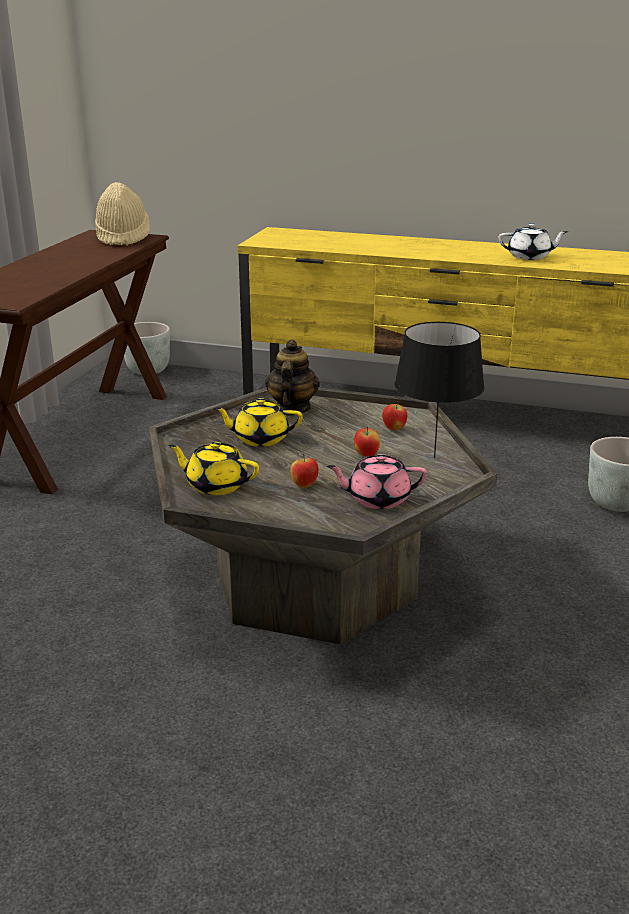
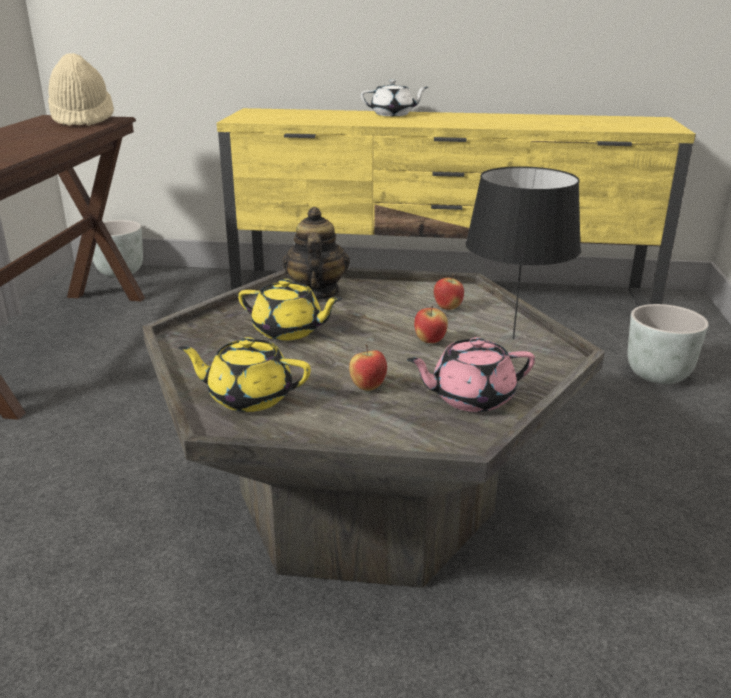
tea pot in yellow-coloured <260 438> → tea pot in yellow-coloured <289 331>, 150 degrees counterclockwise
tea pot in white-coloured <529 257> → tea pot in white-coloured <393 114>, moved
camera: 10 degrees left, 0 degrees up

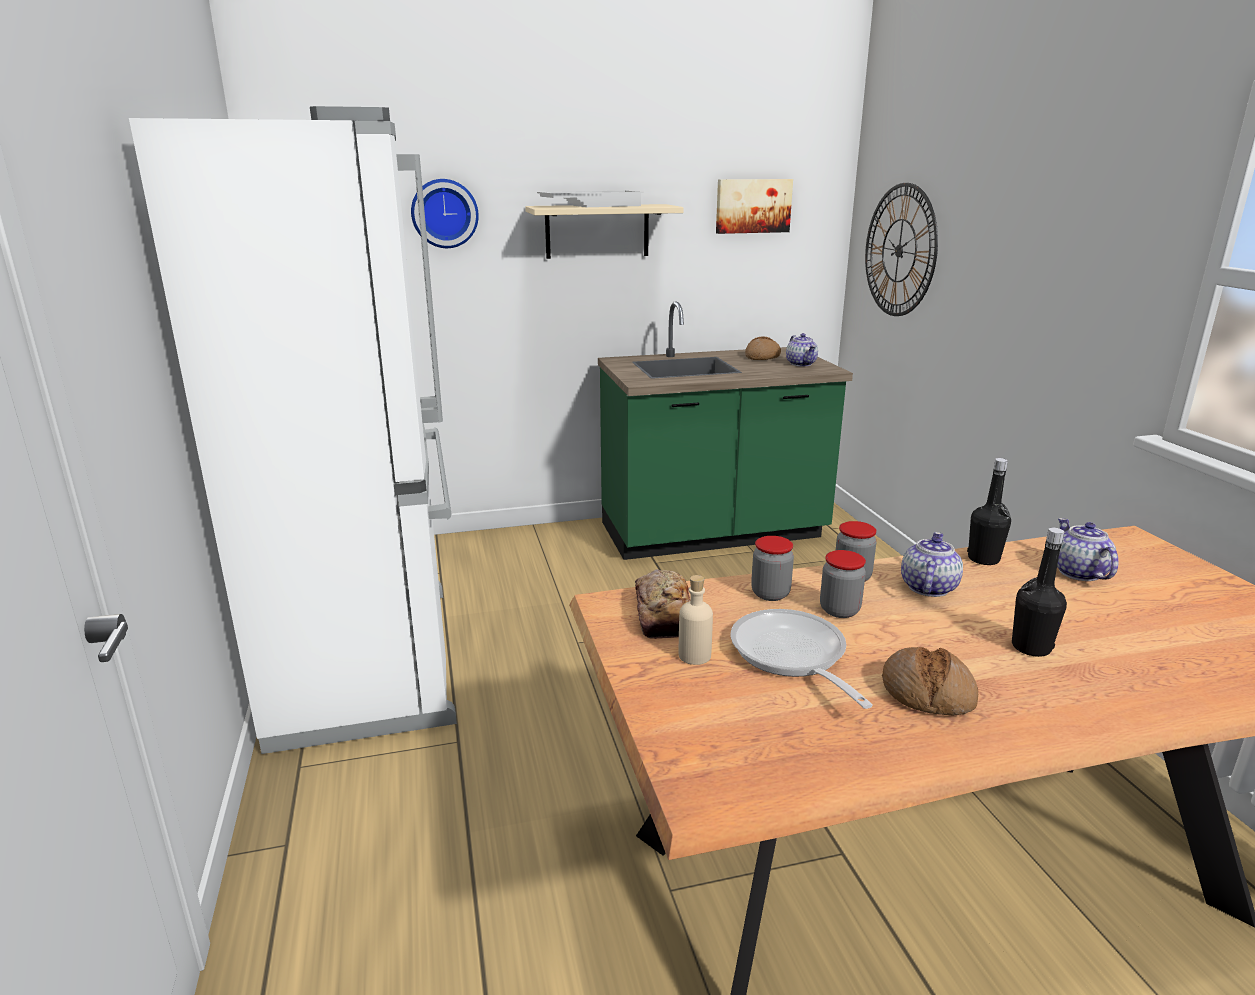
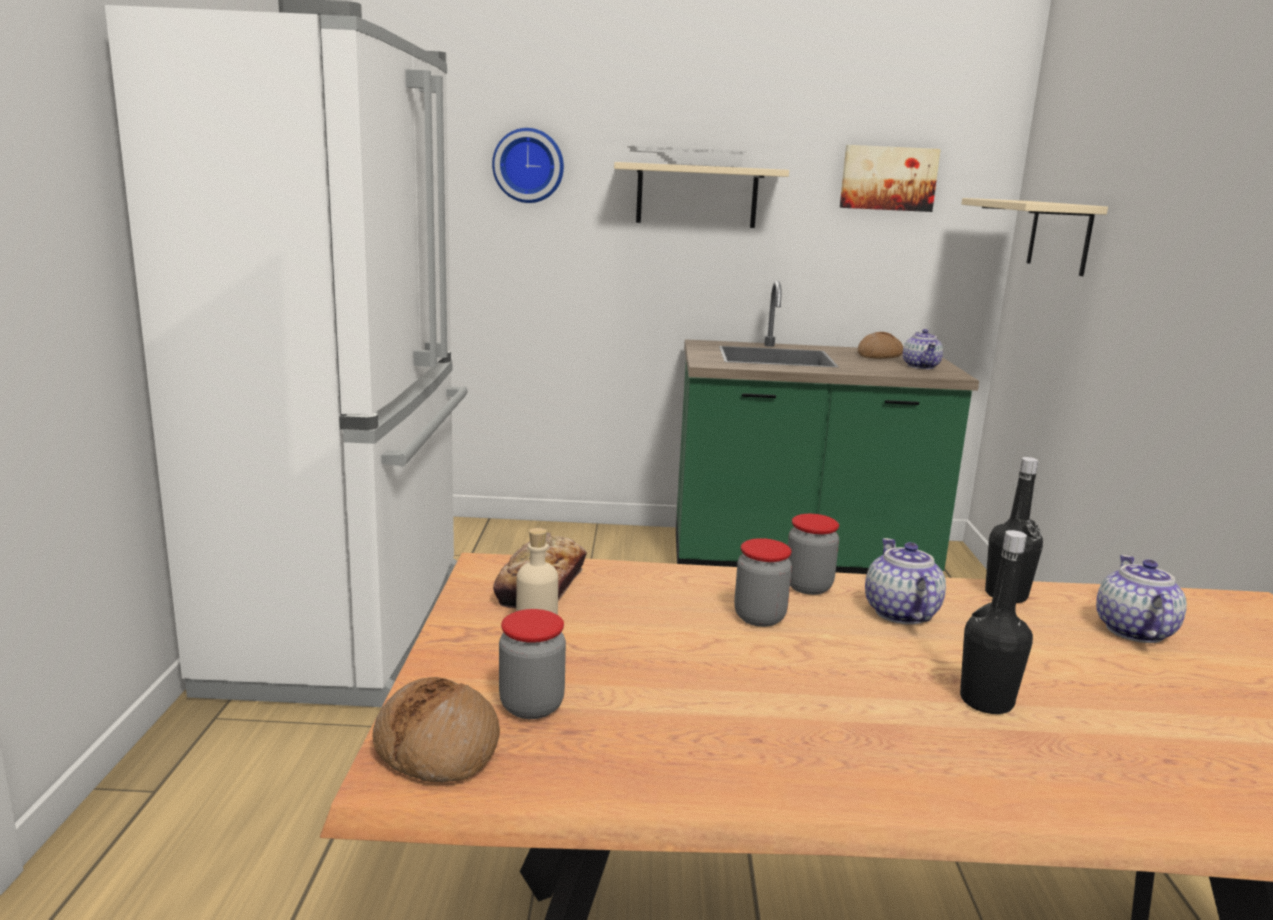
pan <792 657> → -
preserve jar <770 594> → preserve jar <531 706>, moved
hanging clock <899 250> → shelf in sand-coloured <1059 236>
baked bread <927 693> → baked bread <438 747>, moved
tea pot <927 587> → tea pot <899 612>, 45 degrees counterclockwise
camera: 15 degrees right, 5 degrees down

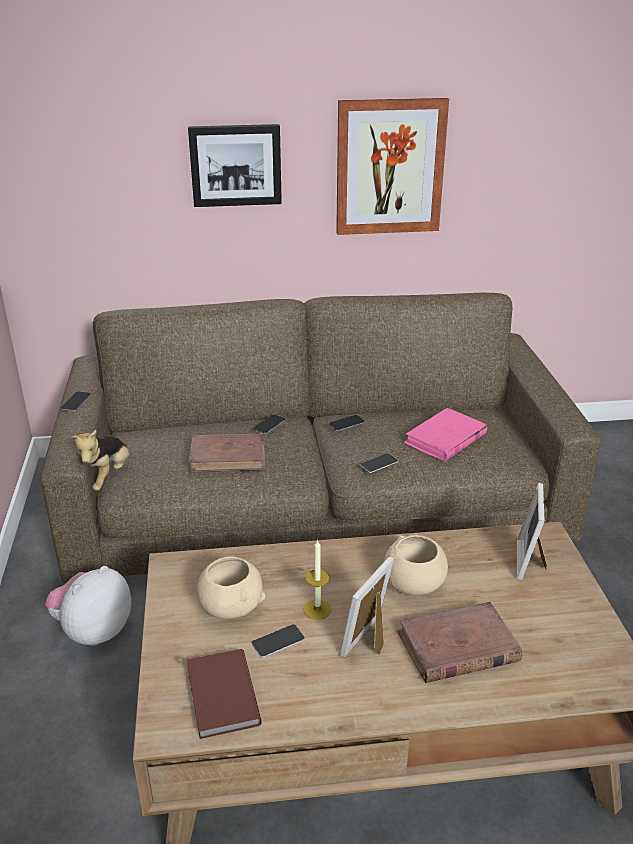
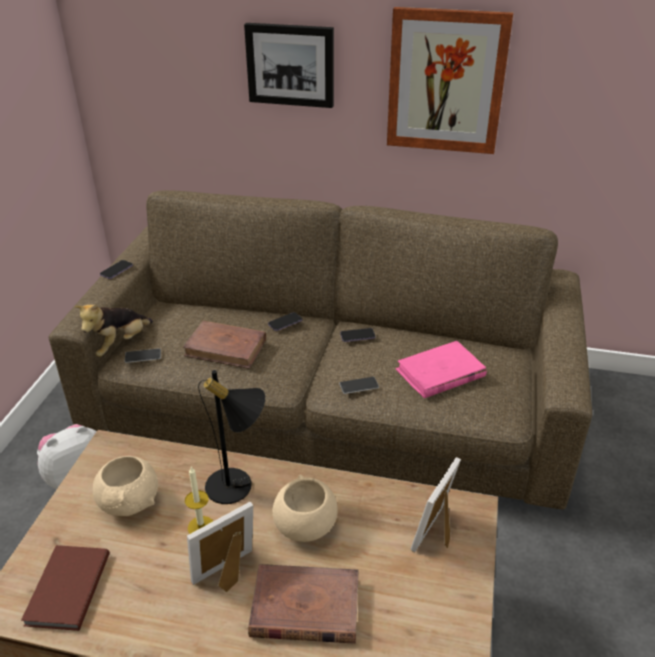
phone <278 641> → phone <143 356>, moved
- → tabletop lamp in black <237 487>
camera: 20 degrees right, 5 degrees up

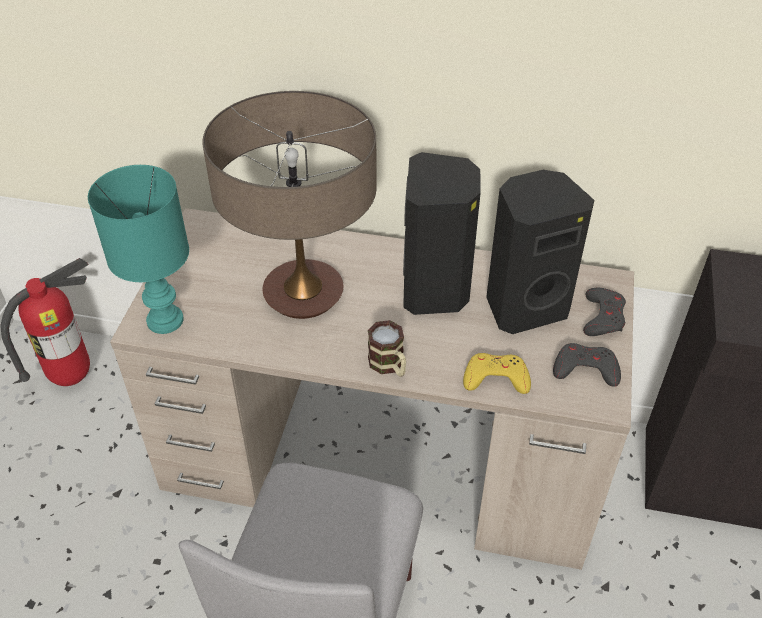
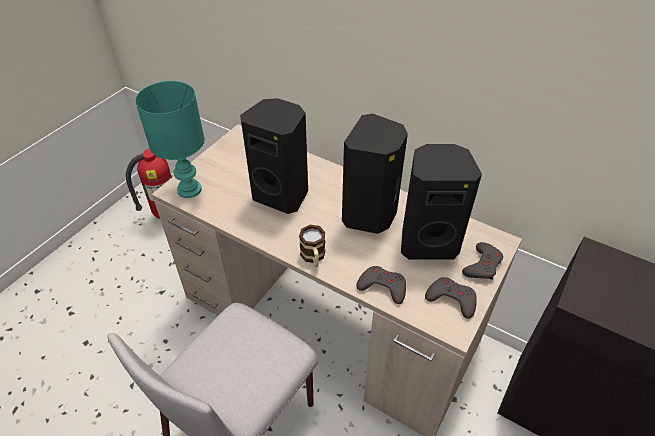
tabletop lamp <303 293> → speaker in black <282 195>
gamepad in yellow-coloured <495 378> → gamepad in grey <382 287>
camera: 20 degrees right, 0 degrees up

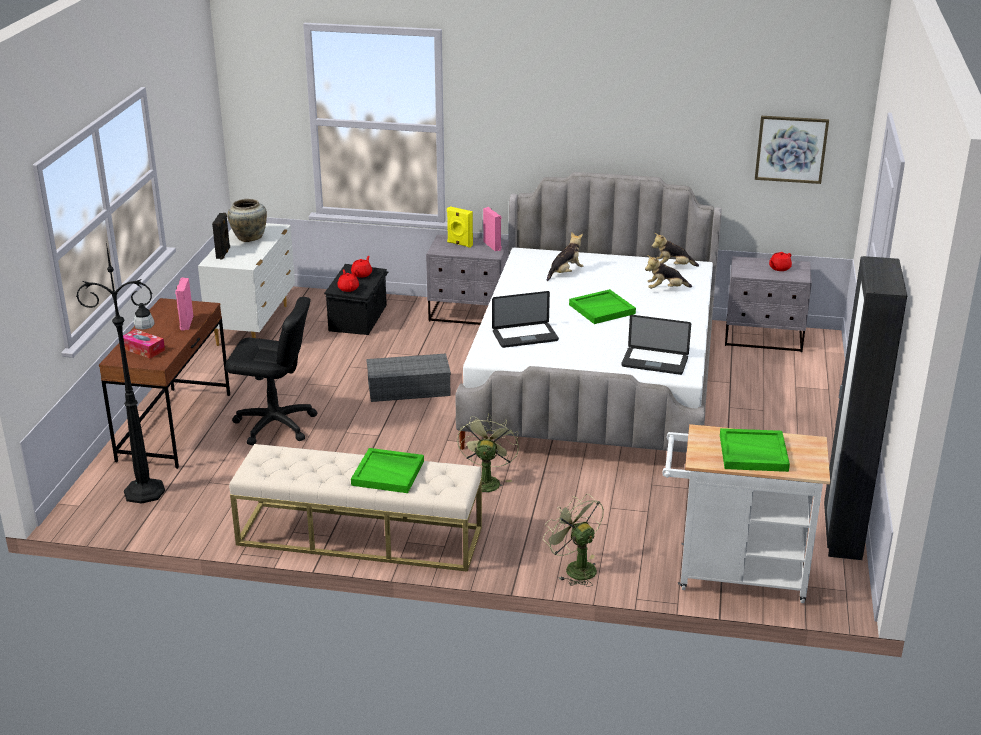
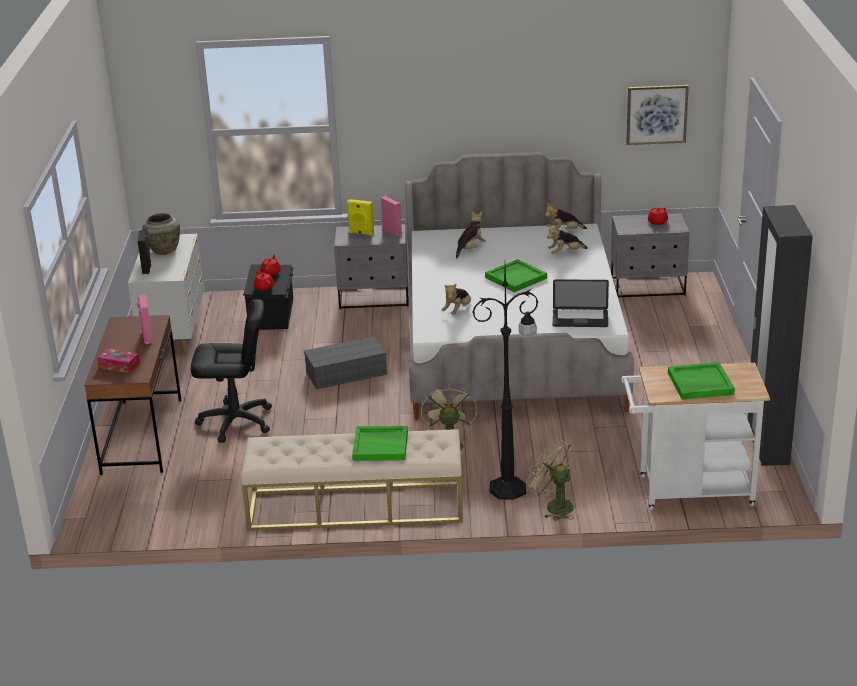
floor lamp in black <147 492> → floor lamp in black <510 488>, moved
laptop <525 336> → plush toy <457 311>
camera: 10 degrees left, 0 degrees up

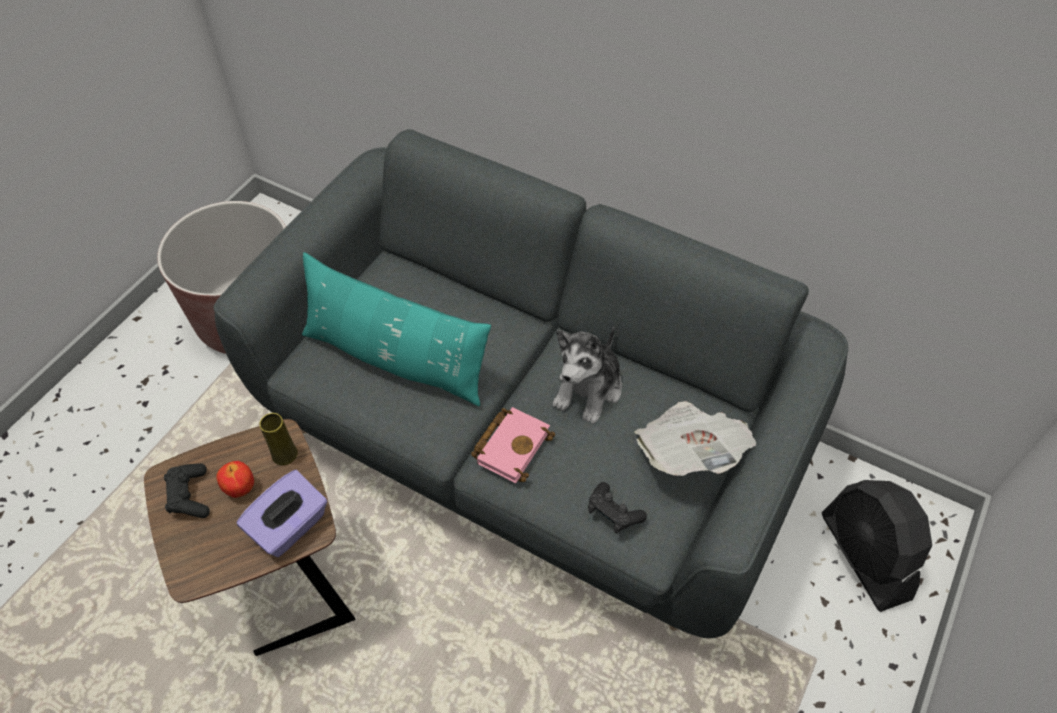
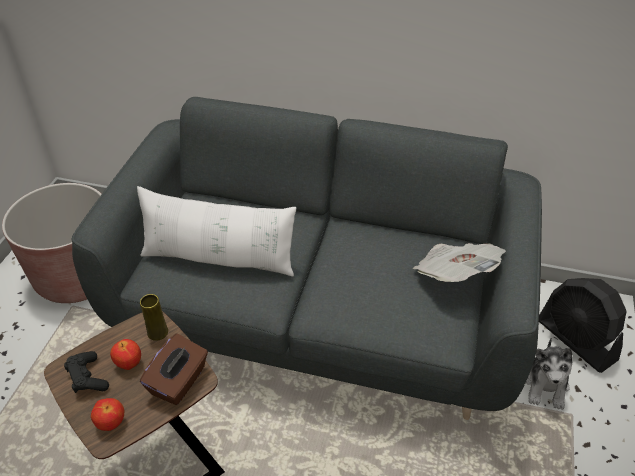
box of tissues in purplish <290 526> → box of tissues in brownish <179 381>
throw pillow in blue-green <395 359> → throw pillow in white-coloured <219 258>
volume in pinkish <511 445> → -
plush toy <589 389> → plush toy <545 385>, moved
gamepad in black <613 513> → -
- → whole apple <111 423>
camera: 15 degrees left, 10 degrees down

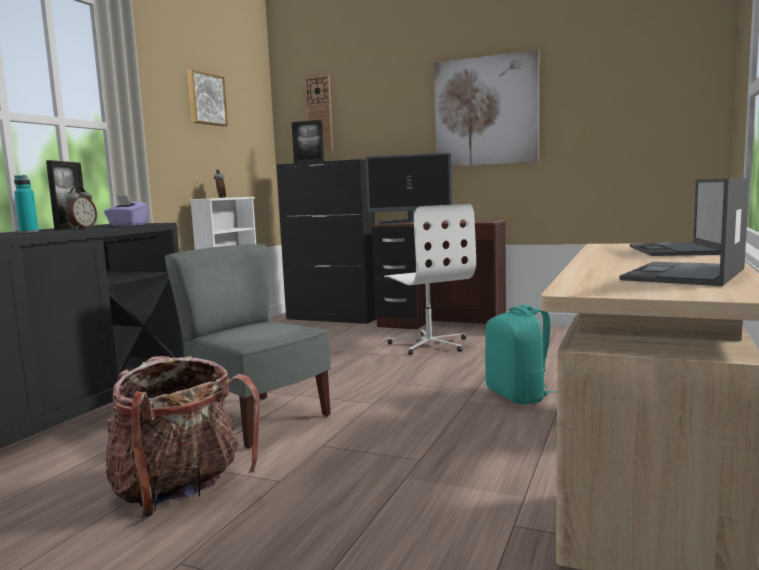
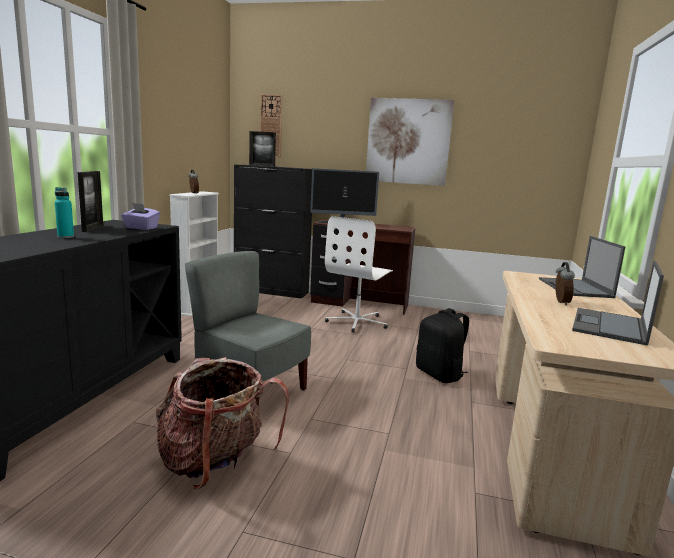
table clock <82 228> → table clock <560 302>, moved
wall picture <205 99> → -
computer chair in white-coloured <429 344> → computer chair in white-coloured <357 322>, 60 degrees clockwise
rucksack in blue-green <519 396> → rucksack in black <440 374>
camera: 10 degrees left, 5 degrees up

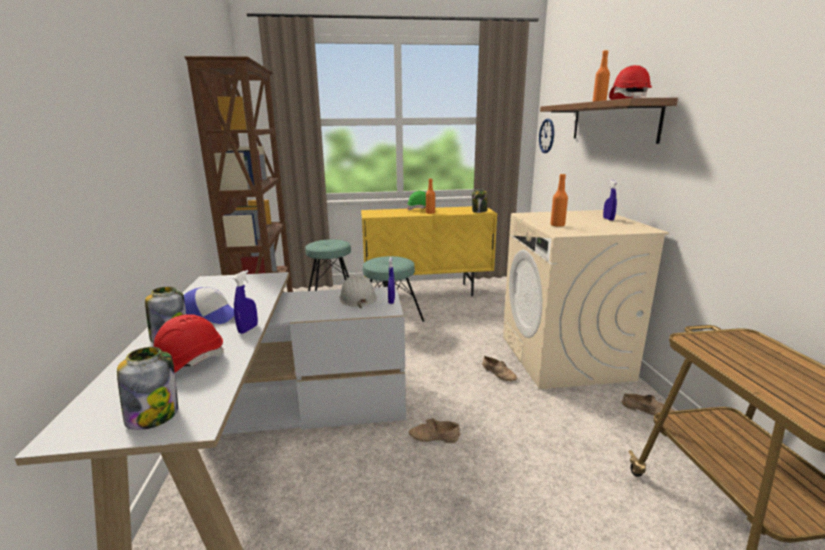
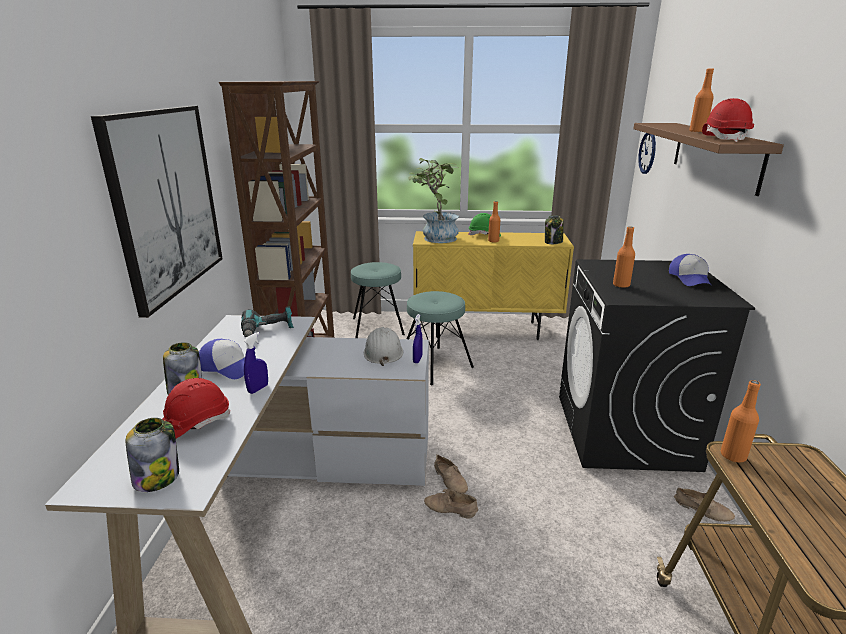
low shoe in sand-coloured <499 373> → low shoe in sand-coloured <451 479>, moved
laundry appliance in sand-coloured <564 357> → laundry appliance in black <625 432>
hand sprayer in blue-coloured <608 219> → cap <690 279>
- → wall picture <166 202>
- → drill <267 330>
- → potted plant <435 238>
- → bottle in orangey <733 456>
camera: 10 degrees right, 5 degrees up

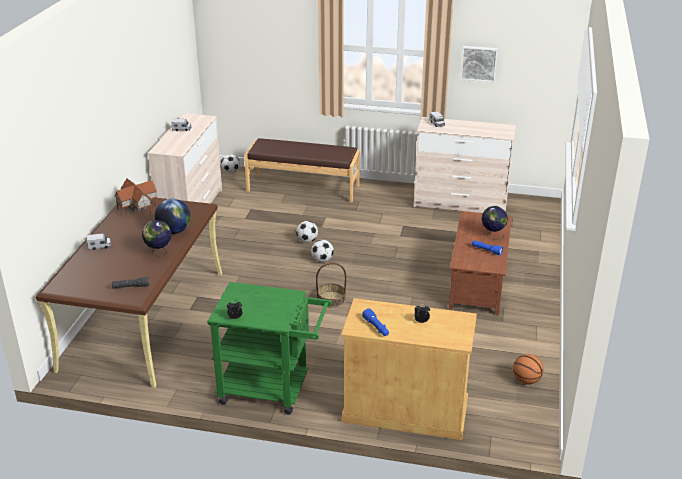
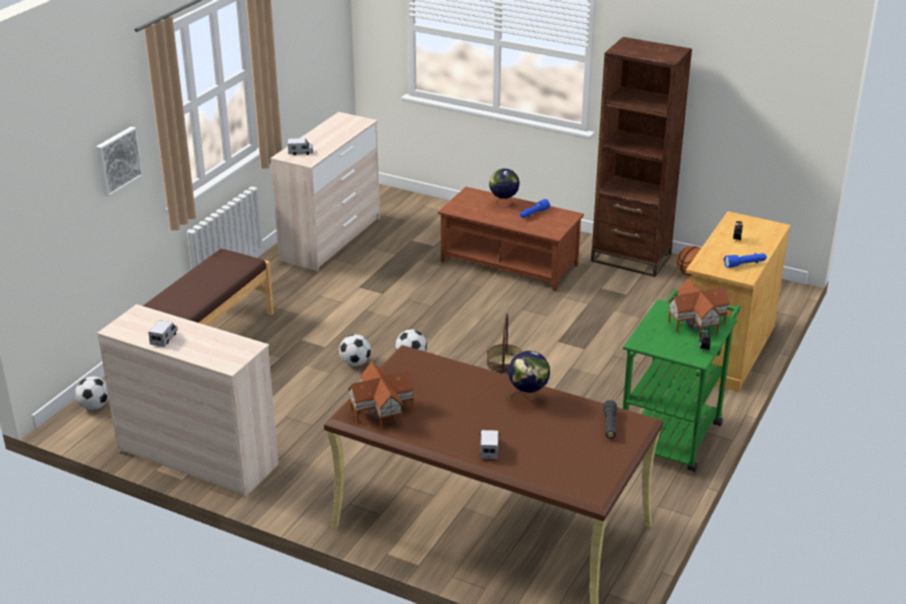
world globe <174 231> → -
wall picture <479 63> → wall picture <117 160>, moved
- → bookcase in brownish <631 258>
- → toy house <697 322>
camera: 75 degrees left, 0 degrees up

